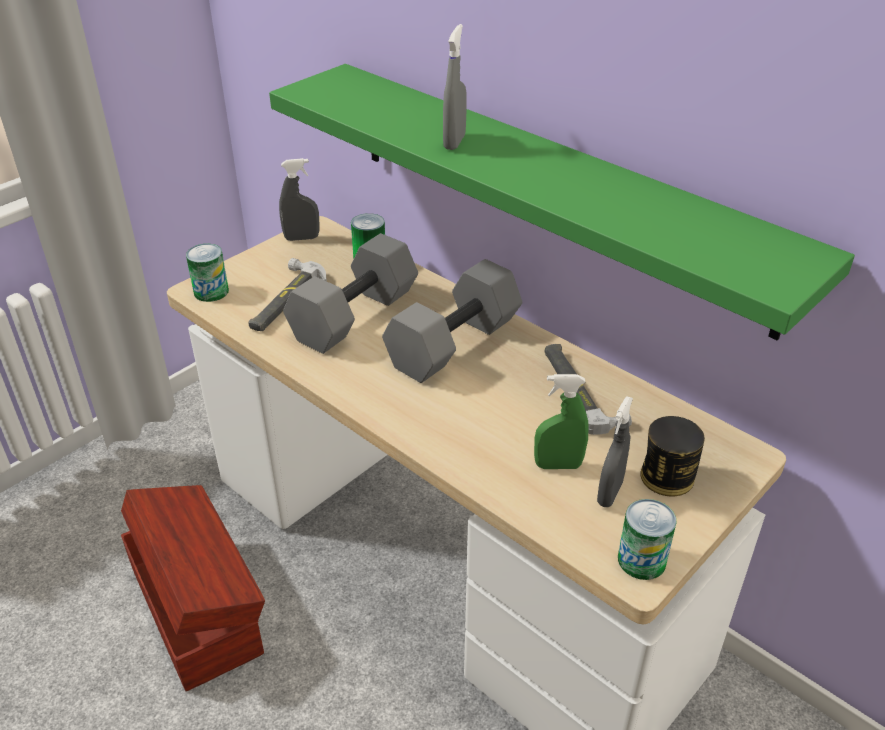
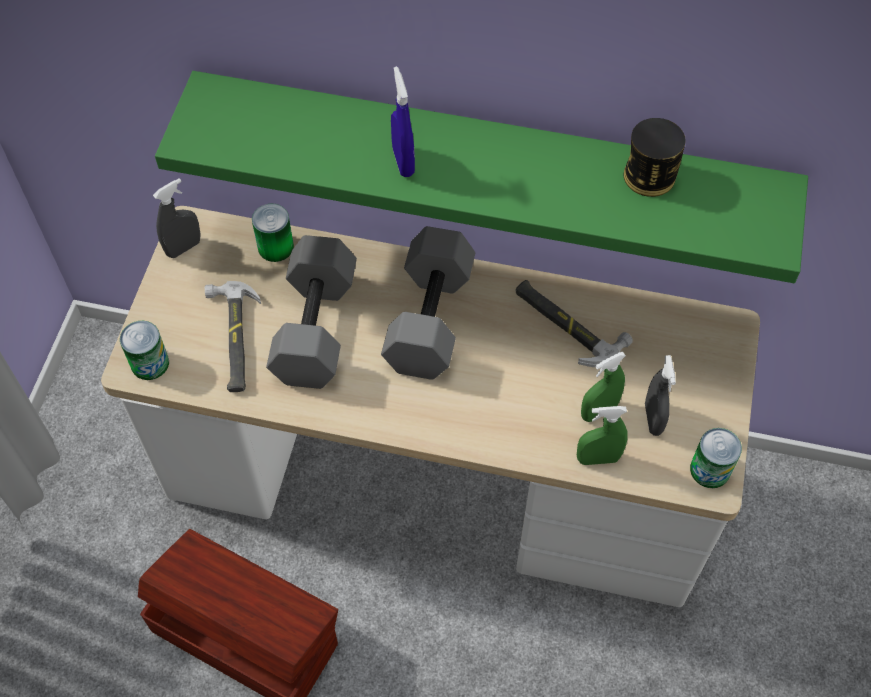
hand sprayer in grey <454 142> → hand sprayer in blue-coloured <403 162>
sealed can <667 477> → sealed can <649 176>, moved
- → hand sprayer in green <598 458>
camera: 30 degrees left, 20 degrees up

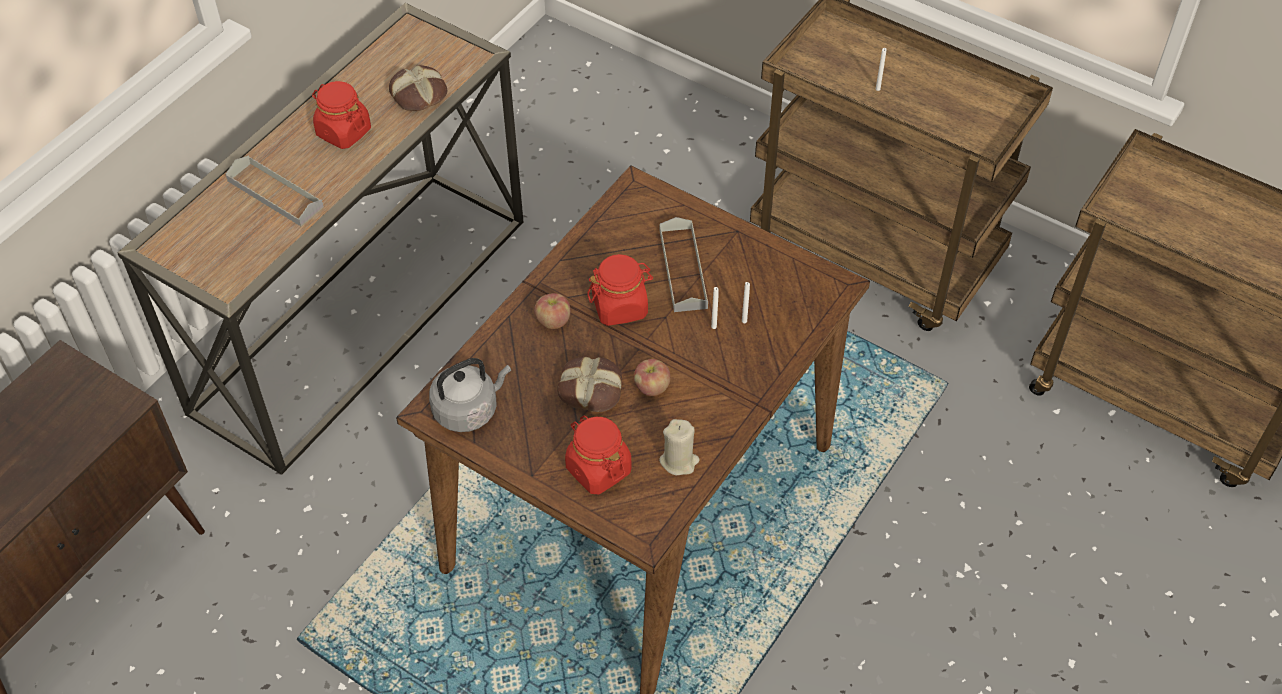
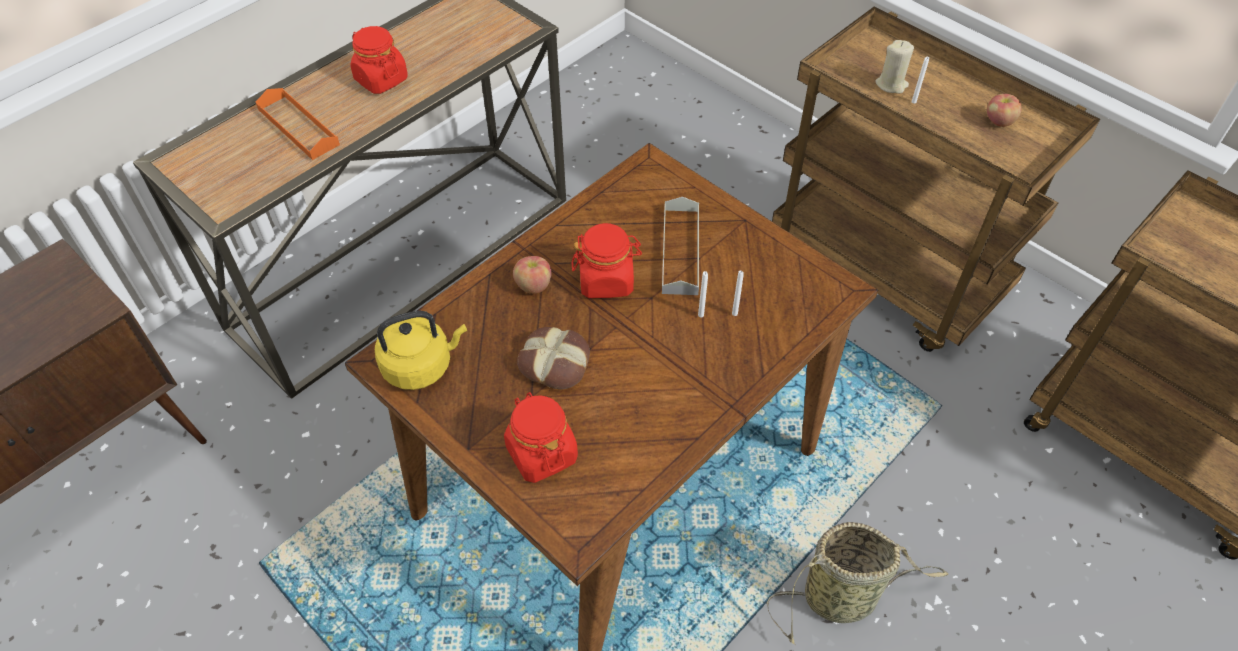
serving tray in grey <275 194> → serving tray in orangey <298 127>
baked bread <419 95> → -
water kettle in grey <469 409> → water kettle in yellow-coloured <421 366>
whole apple <651 387> → whole apple <999 121>, moved
wax light in sand-coloured <679 461> → wax light in sand-coloured <891 84>, moved
- → household basket <843 597>
camera: 10 degrees right, 0 degrees up

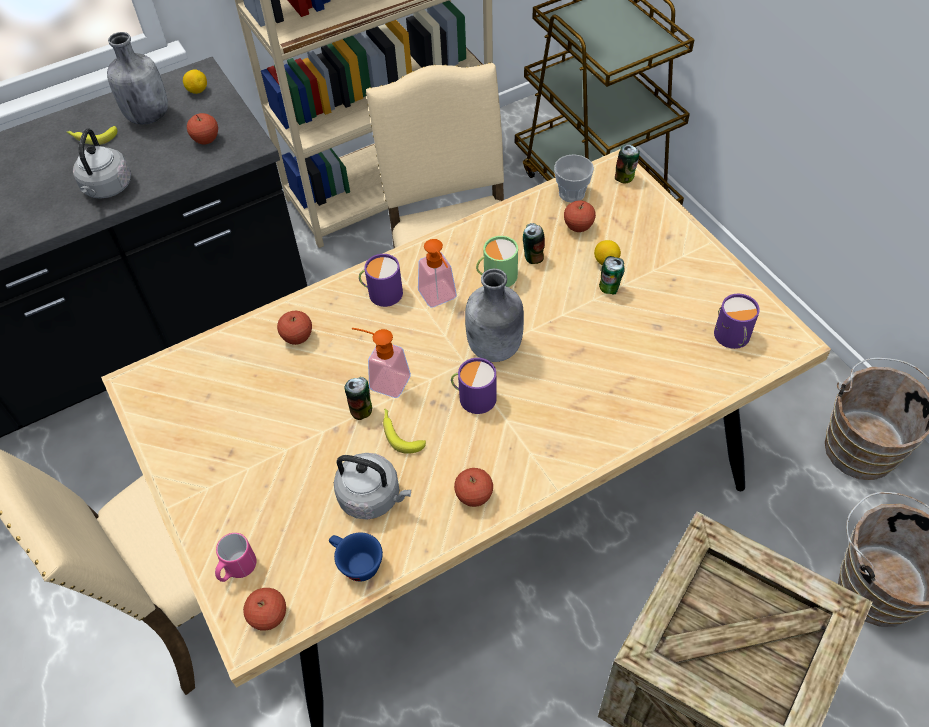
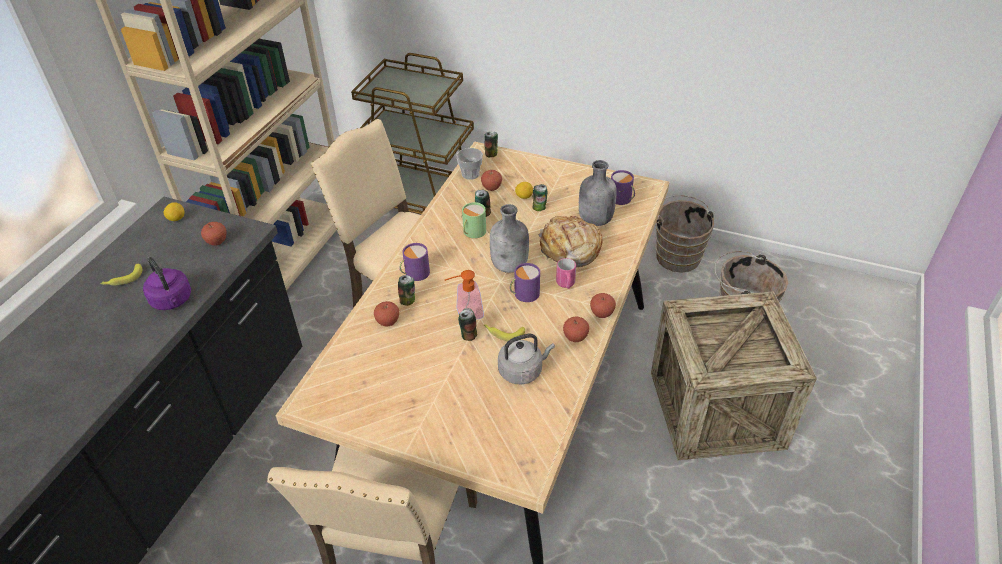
water kettle in grey <107 188> → water kettle in purplish <172 301>
bottle in grey <148 116> → bottle in grey <594 220>, moved
coffee mug in pinkish <237 569> → coffee mug in pinkish <566 284>, moved
whole apple <269 616> → whole apple <602 313>, moved
drinking cup in blue-coloured <356 563> → -
liquid soap bottle <440 298> → -
- → sealed can <408 300>
- → baked bread <569 249>
camera: 40 degrees left, 10 degrees down

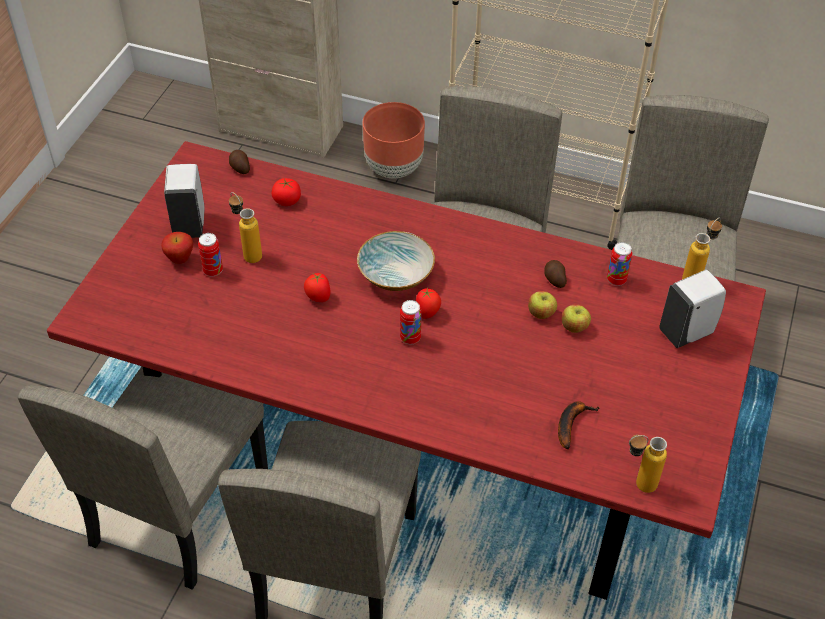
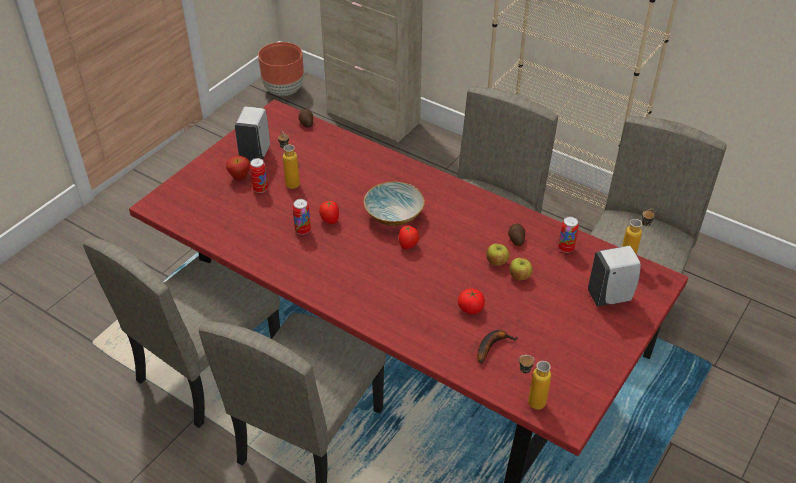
fresh tomato <287 200> → fresh tomato <470 308>, moved
plant pot in brownish <393 169> → plant pot in brownish <283 91>, moved
sealed can <410 338> → sealed can <303 230>, moved
camera: 15 degrees right, 5 degrees down

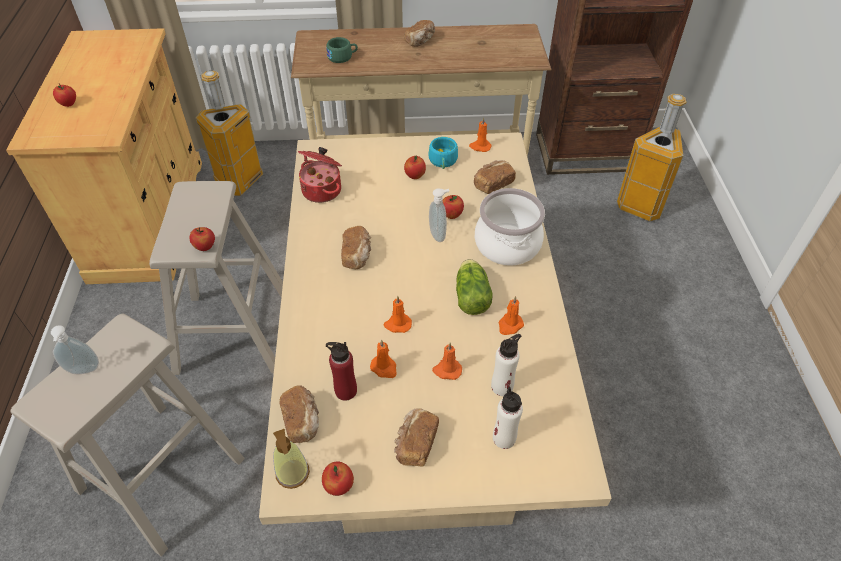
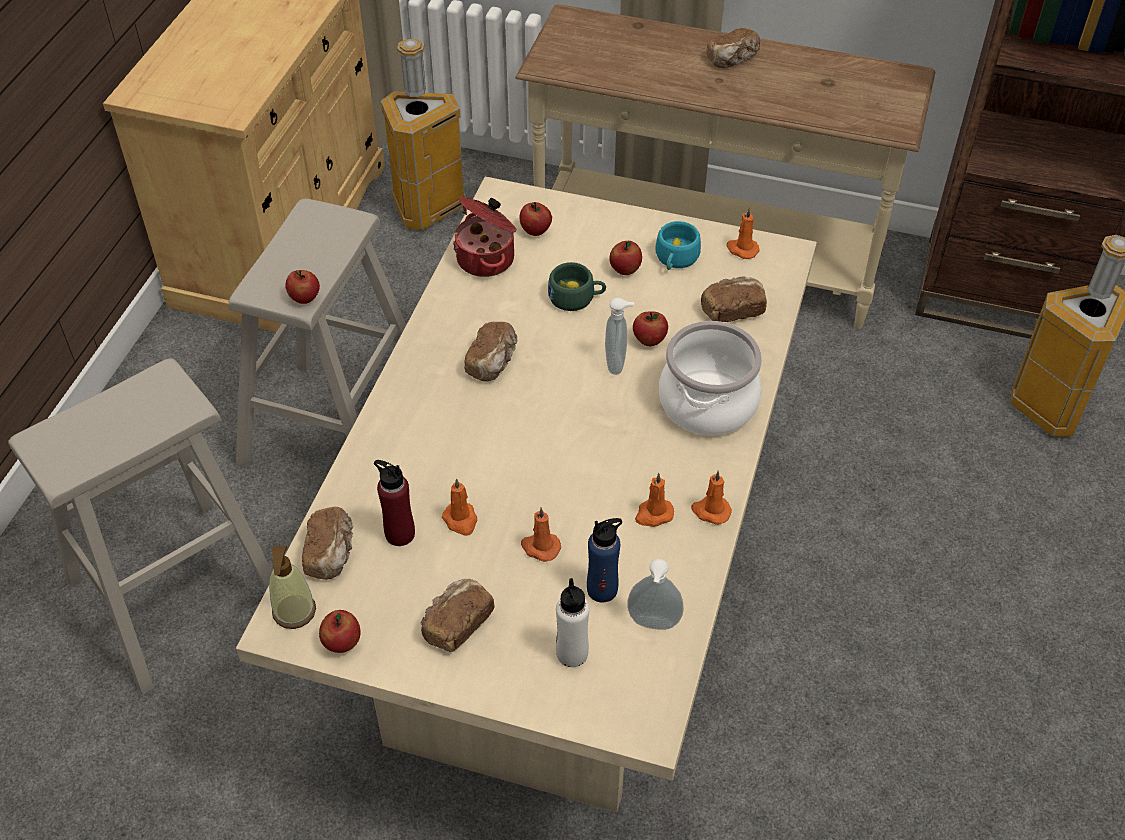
liquid soap bottle <84 371> → liquid soap bottle <653 625>, moved
whole apple <69 104> → whole apple <535 231>, moved
drinking cup in green <342 57> → drinking cup in green <576 297>, moved
wax light in orangey <397 324> → wax light in orangey <710 511>, moved
lettuce <471 295> → -
bottle in white-coloured <502 386> → bottle in blue-coloured <602 589>
camera: 20 degrees right, 0 degrees up

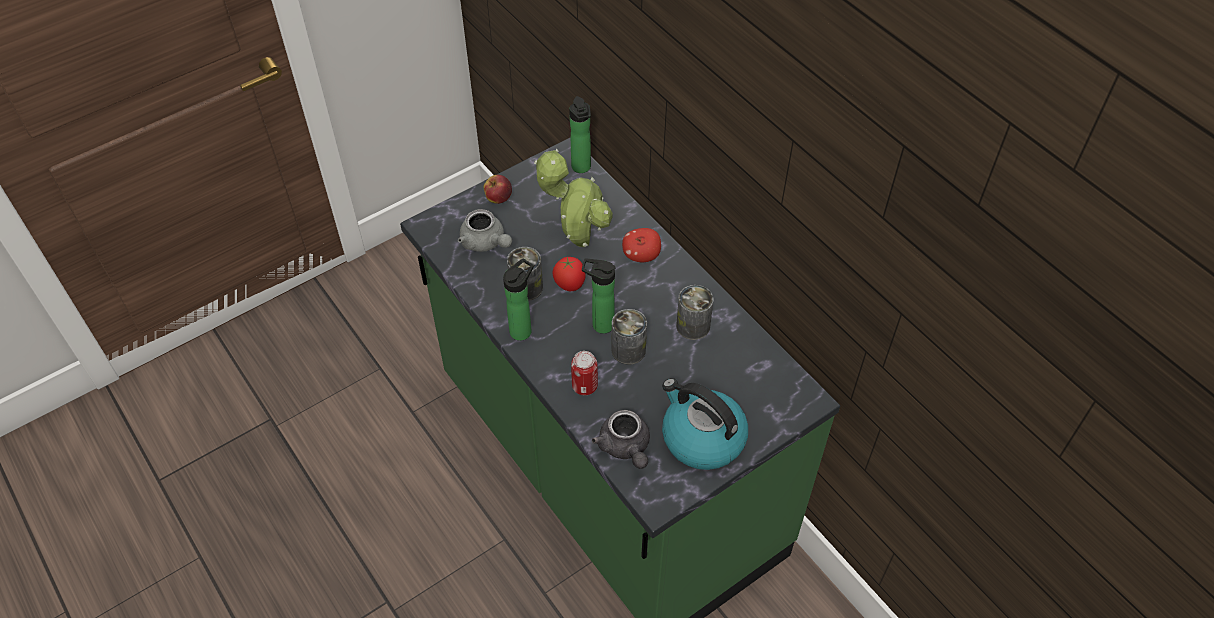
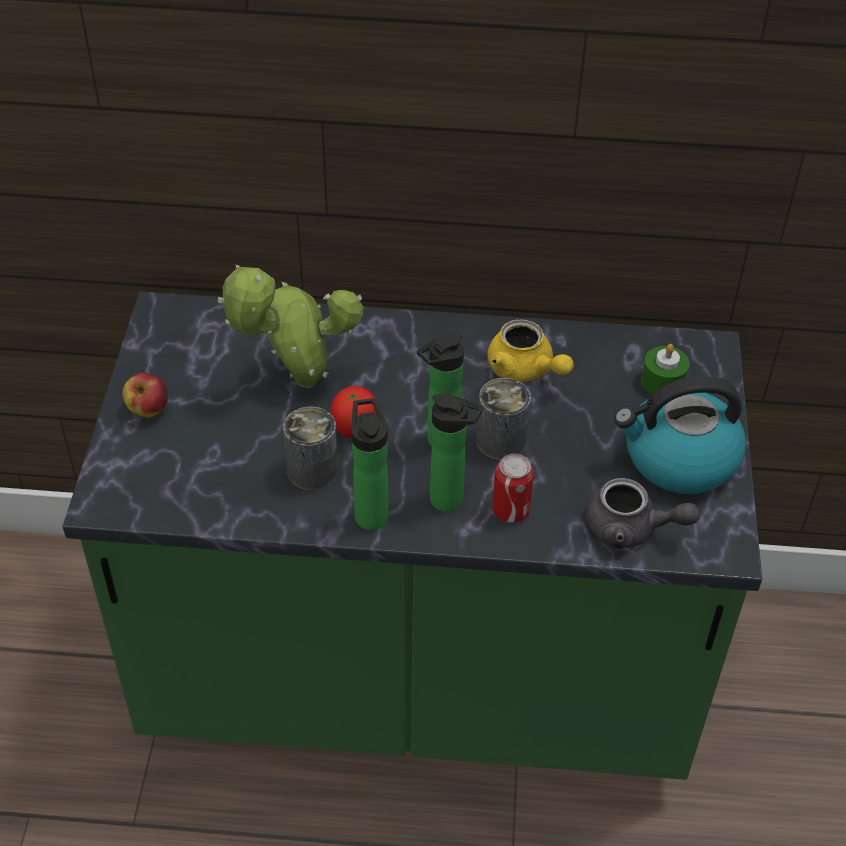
tea pot in grey <486 243> → -
bottle <582 169> → bottle <451 501>, moved
whole apple <641 255> → -
sealed can <693 326> → tea pot in yellow-coloured <525 370>
- → wax light in green <663 382>
camera: 50 degrees left, 5 degrees down

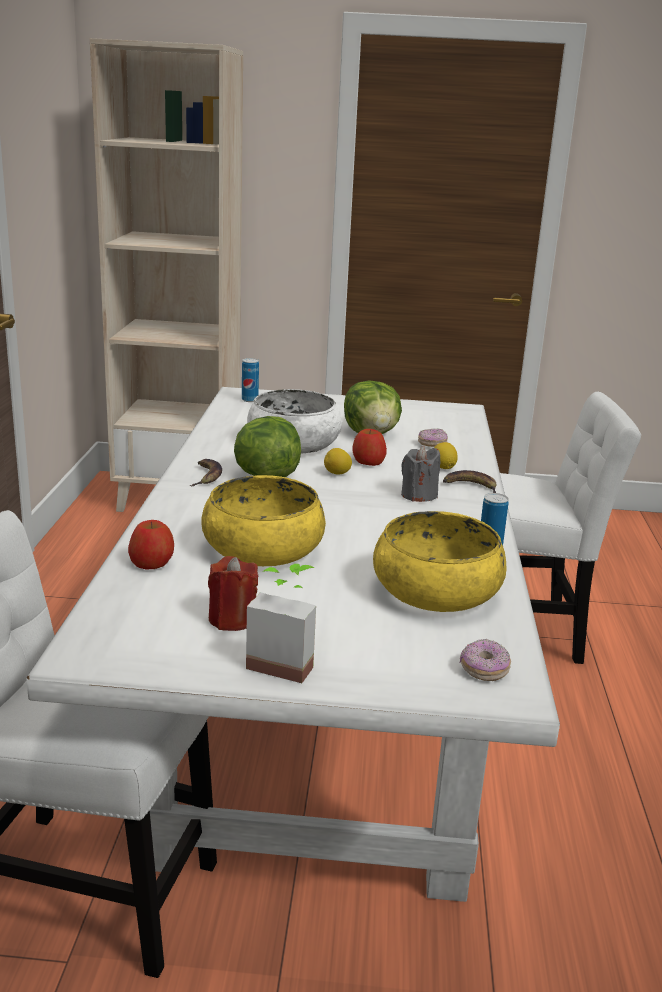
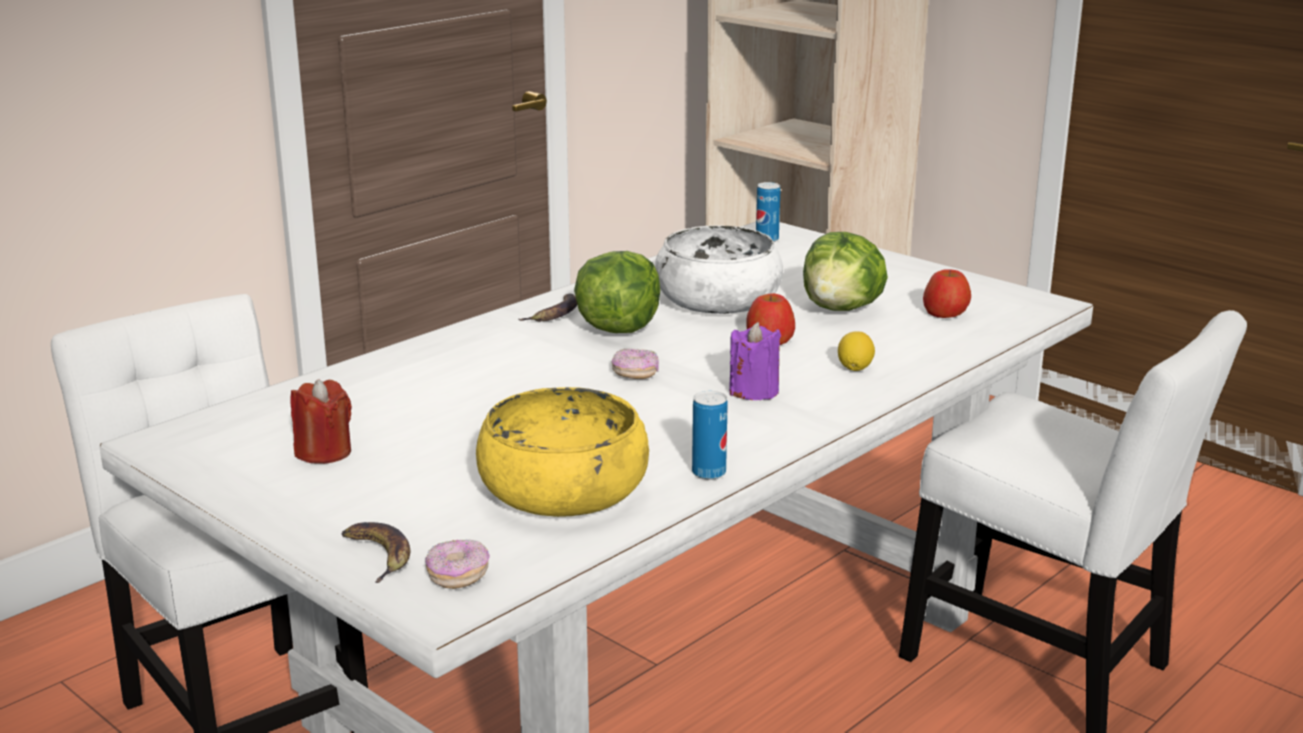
whole apple <152 563> → whole apple <945 313>, moved
bowl in yellow-coloured <263 549> → -
potted plant <284 661> → -
citrus fruit <337 474> → -
wax light in grey <418 495> → wax light in purplish <754 391>
ring doughnut <432 445> → ring doughnut <635 374>, moved
banana fruit <470 486> → banana fruit <377 555>, moved
camera: 40 degrees right, 0 degrees up

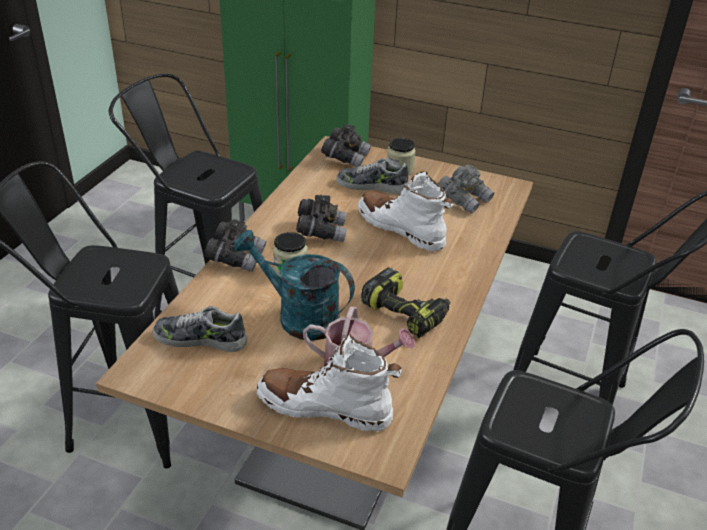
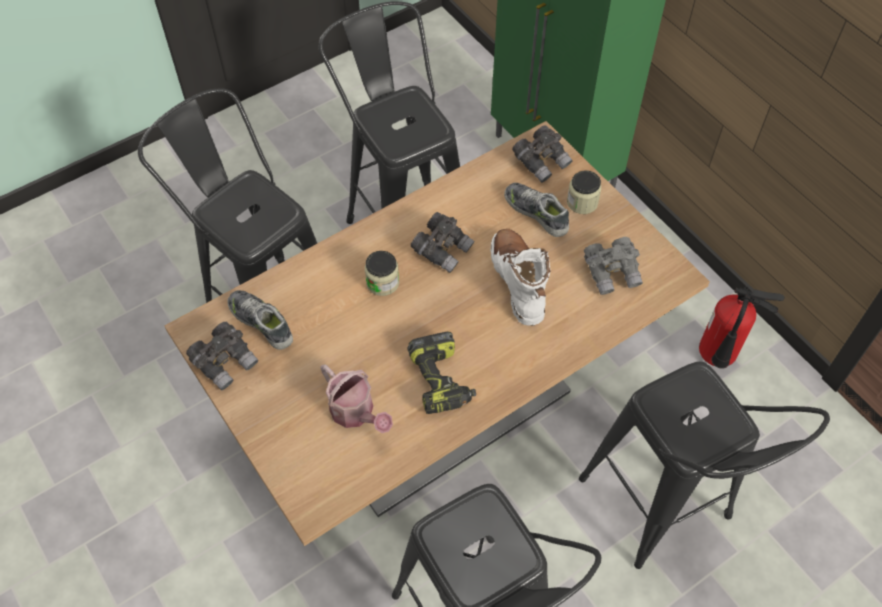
field glasses in grey <236 258> → field glasses in grey <225 362>, moved
watering pot in blue-green <298 316> → -
tall boot in white-coloured <325 407> → -
- → extinguisher <717 359>
camera: 35 degrees right, 20 degrees up

